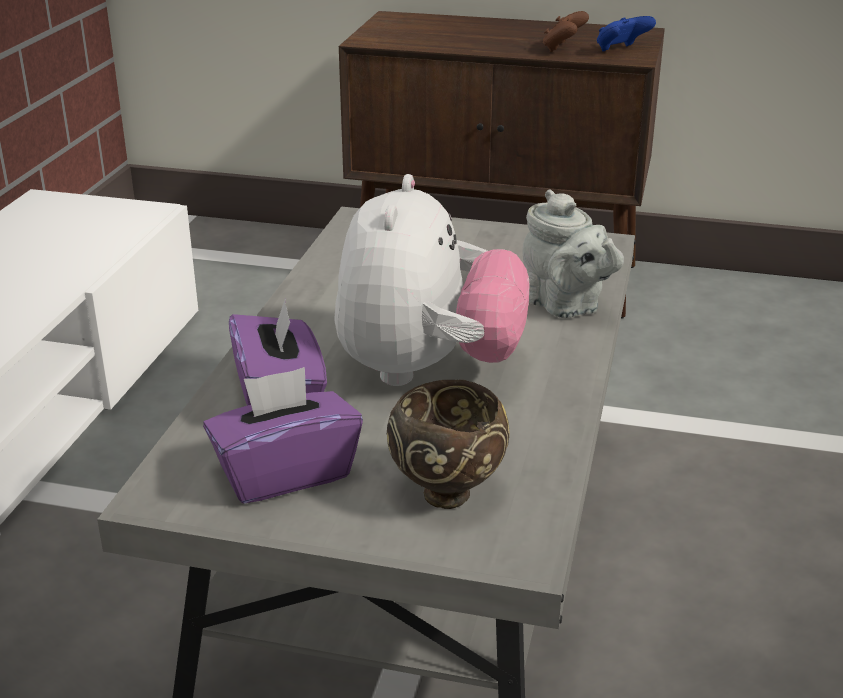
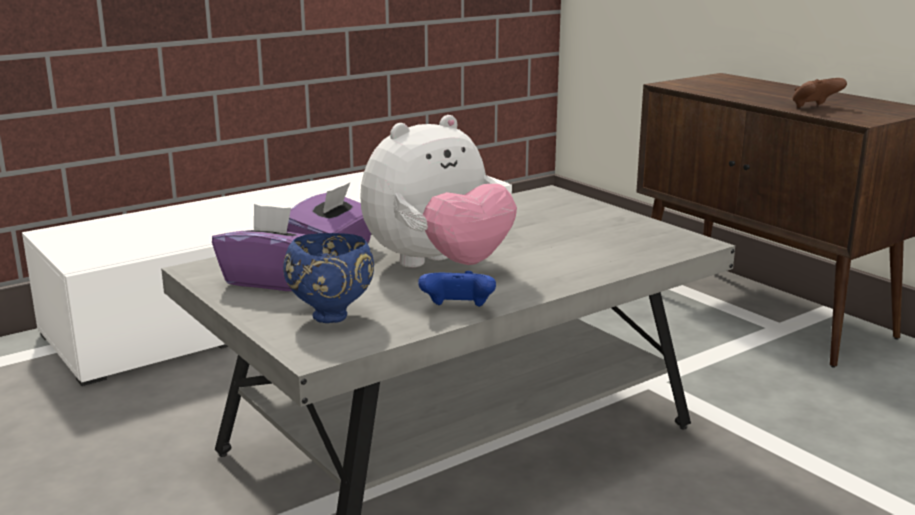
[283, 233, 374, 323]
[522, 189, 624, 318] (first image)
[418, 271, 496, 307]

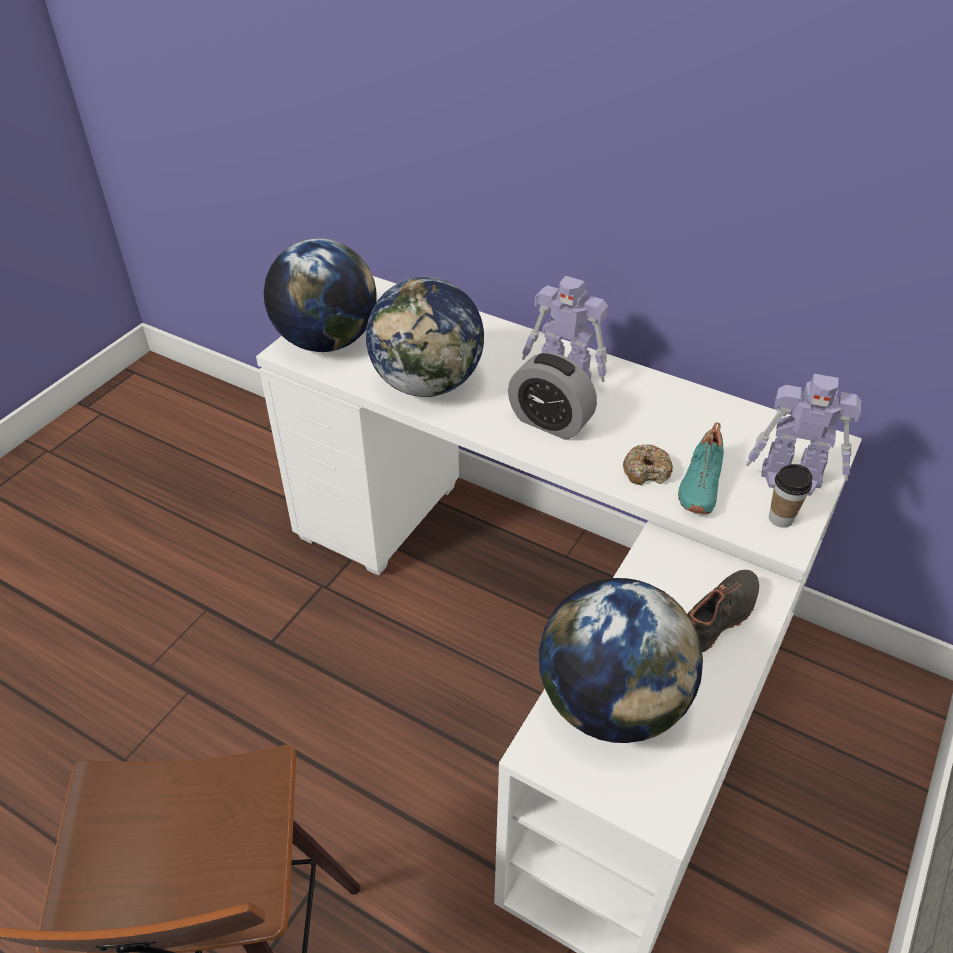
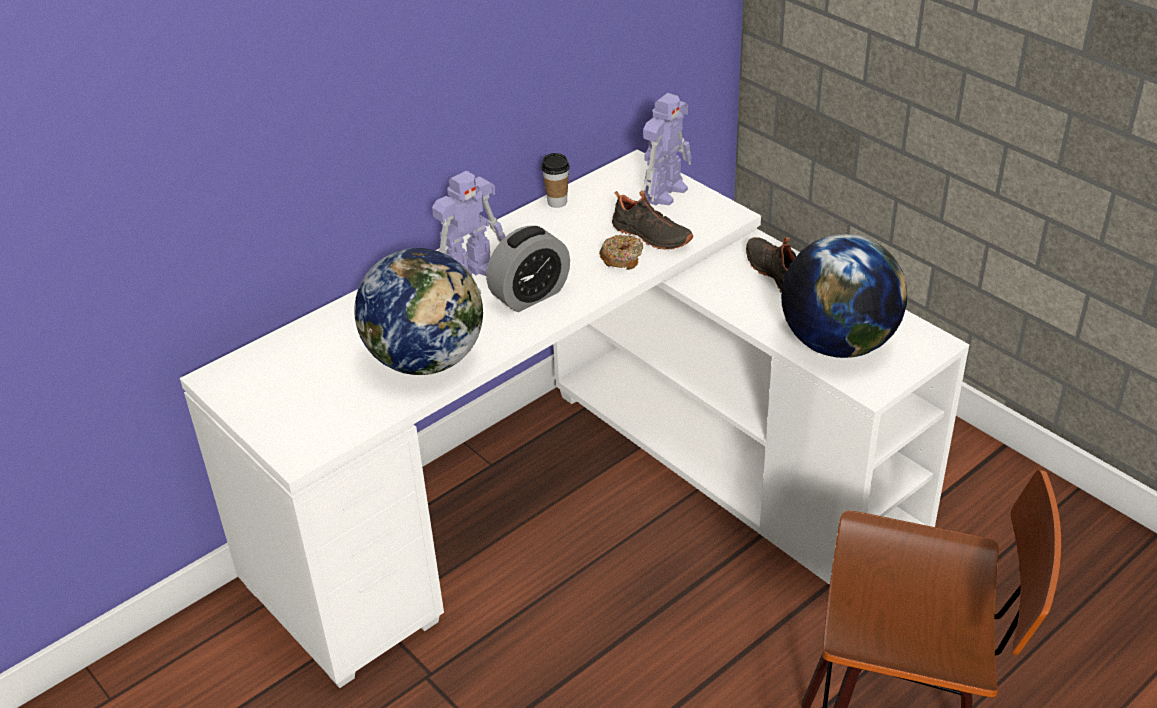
[264, 238, 377, 352] (first image)
[612, 190, 693, 250]
[541, 153, 570, 208]

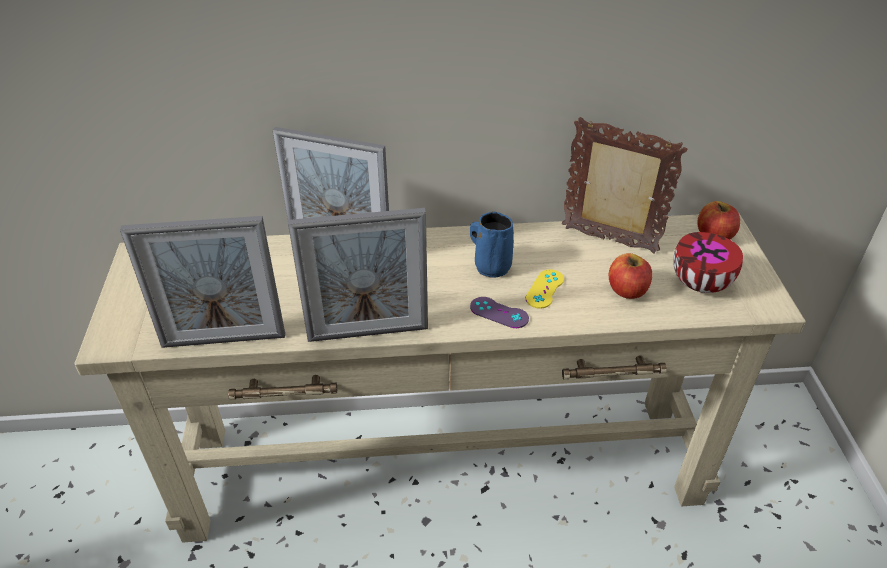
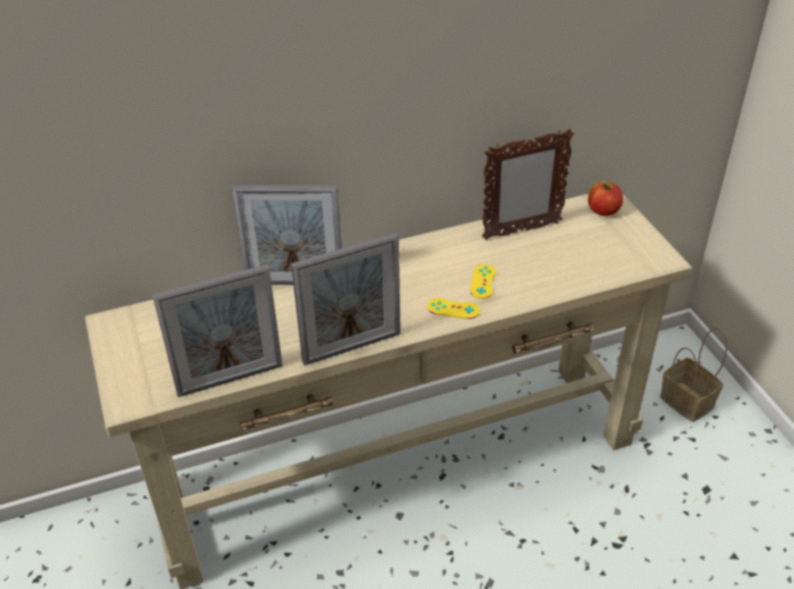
[470, 211, 514, 278] (first image)
[427, 298, 480, 319]
[482, 129, 574, 240]
[609, 253, 652, 299] (first image)
[673, 232, 743, 293] (first image)
[660, 328, 727, 422]

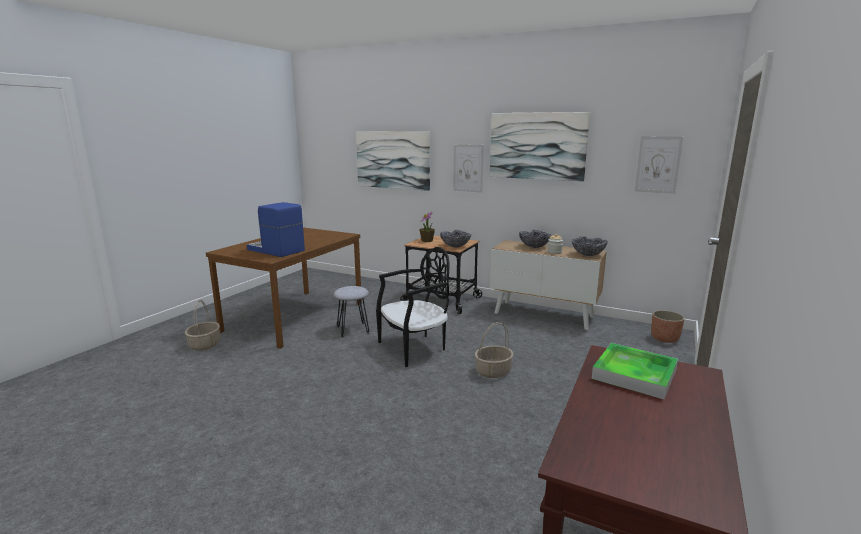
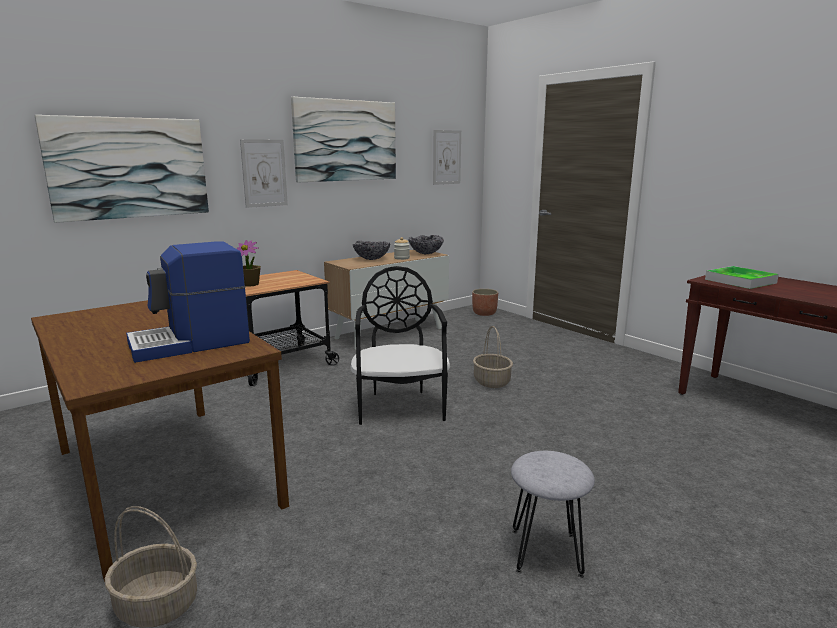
[511, 451, 595, 578]
[440, 230, 471, 247] (first image)

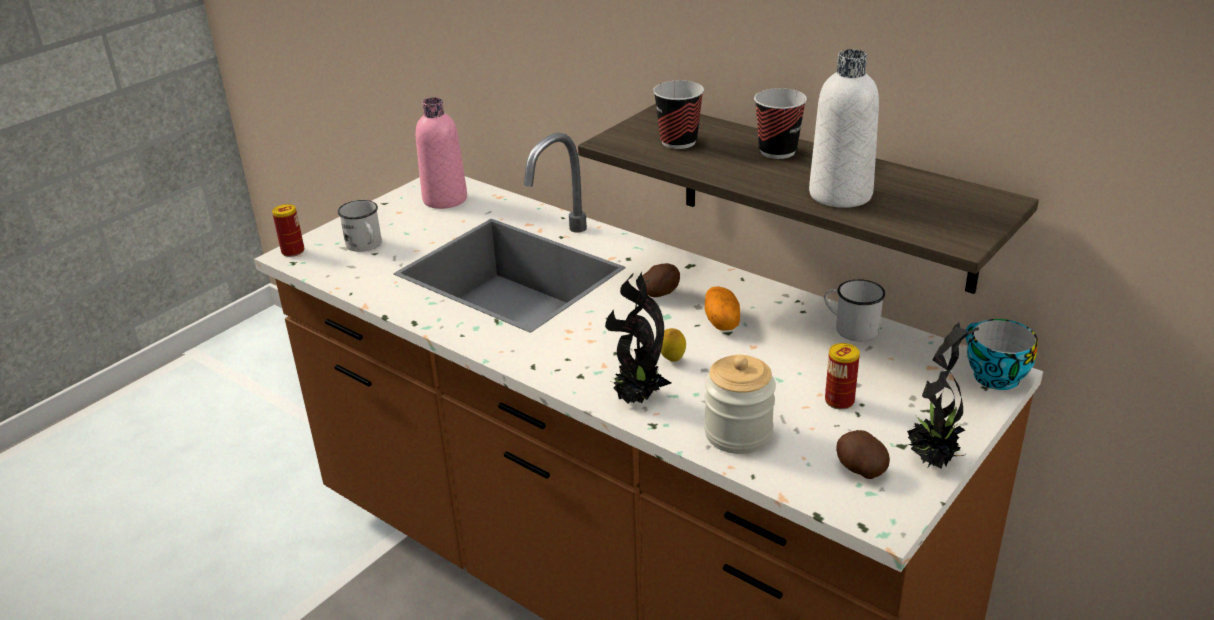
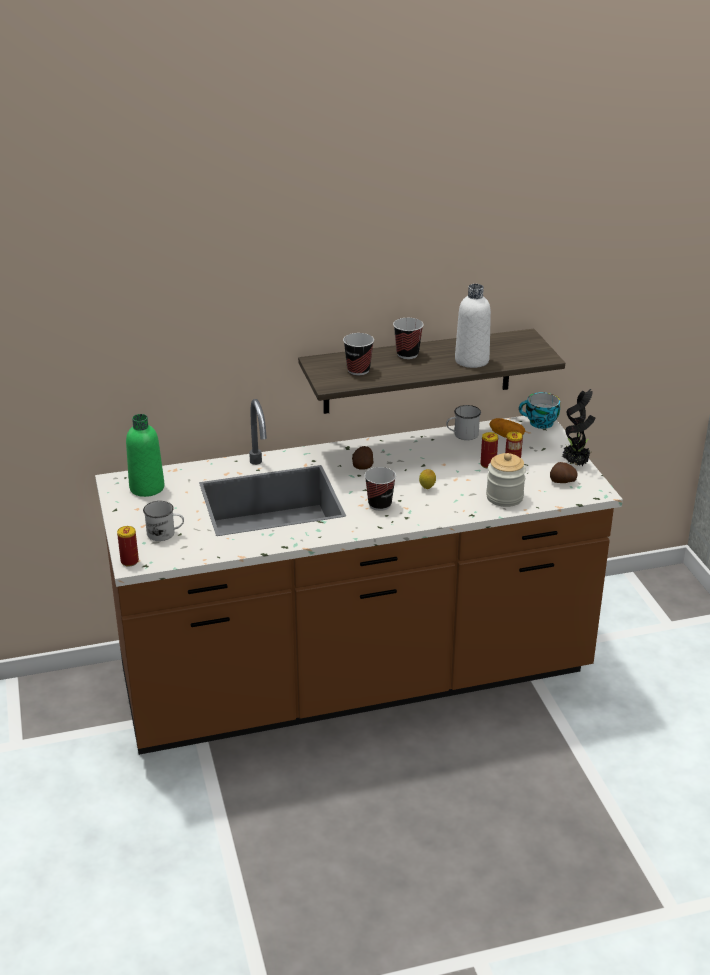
[126, 414, 164, 497]
[605, 272, 671, 404] (first image)
[490, 418, 525, 438]
[364, 467, 396, 511]
[481, 432, 498, 469]

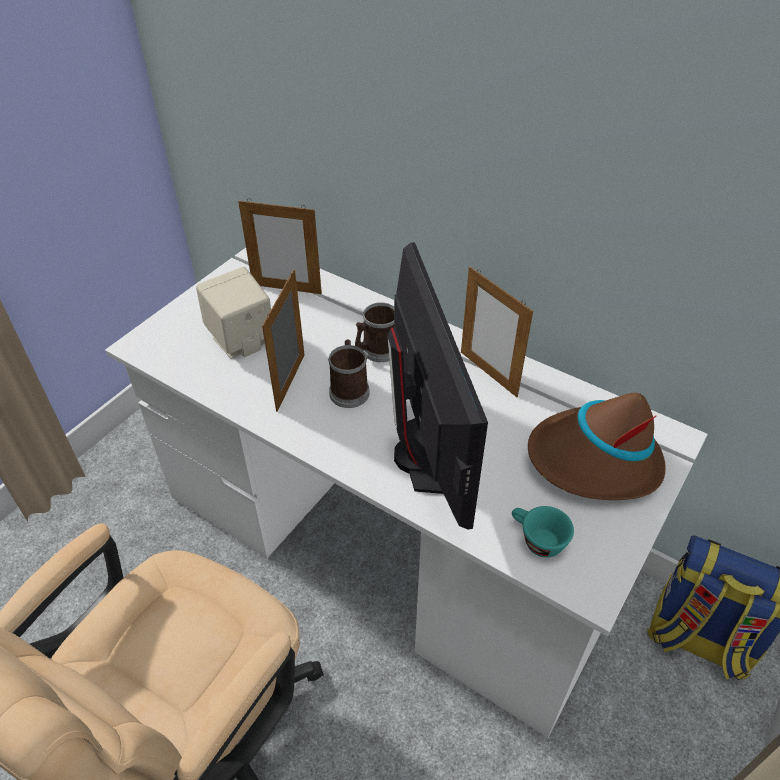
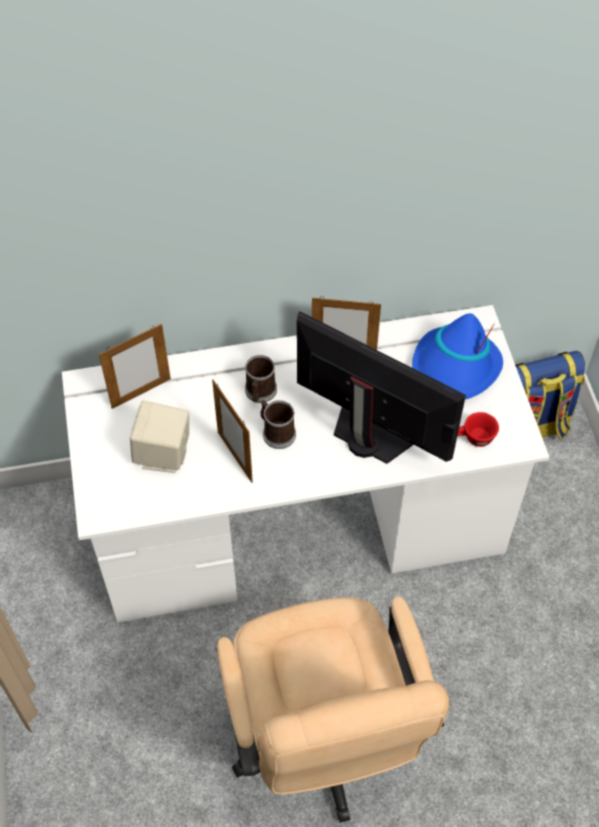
[457, 412, 499, 447]
[412, 313, 503, 399]

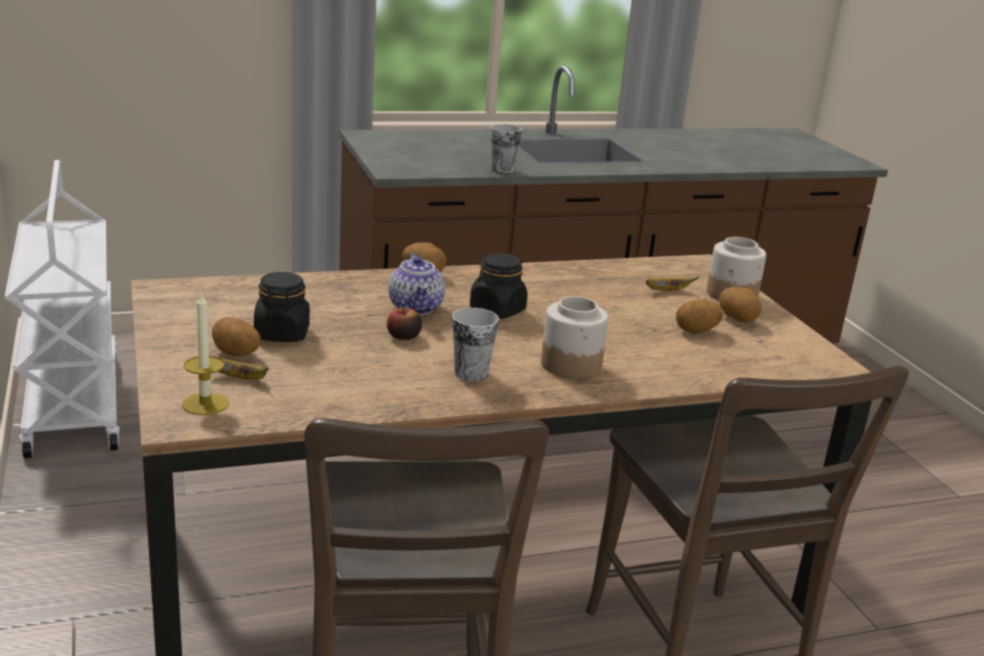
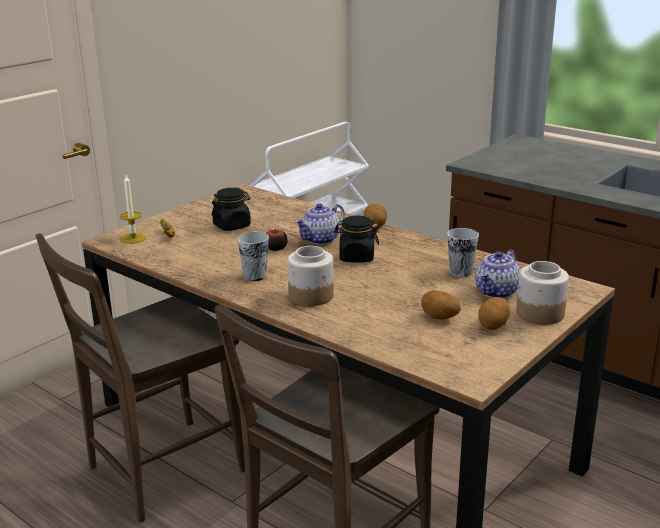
[212, 317, 261, 356] (first image)
[447, 228, 479, 277]
[475, 250, 520, 298]

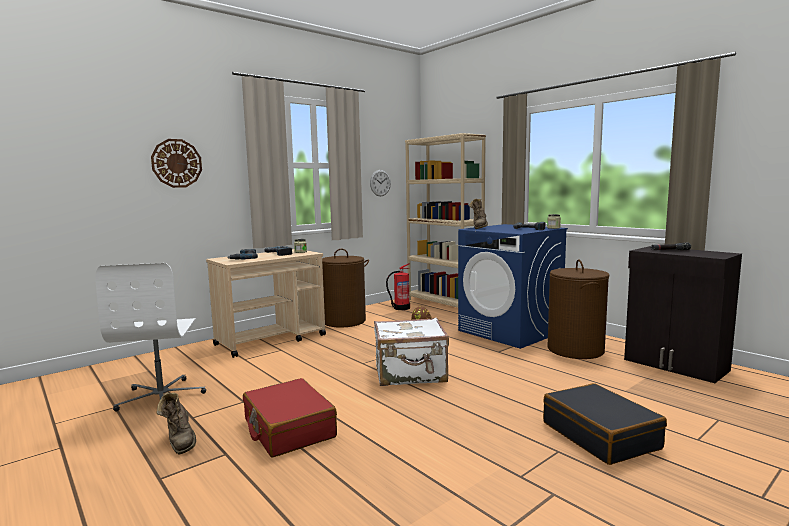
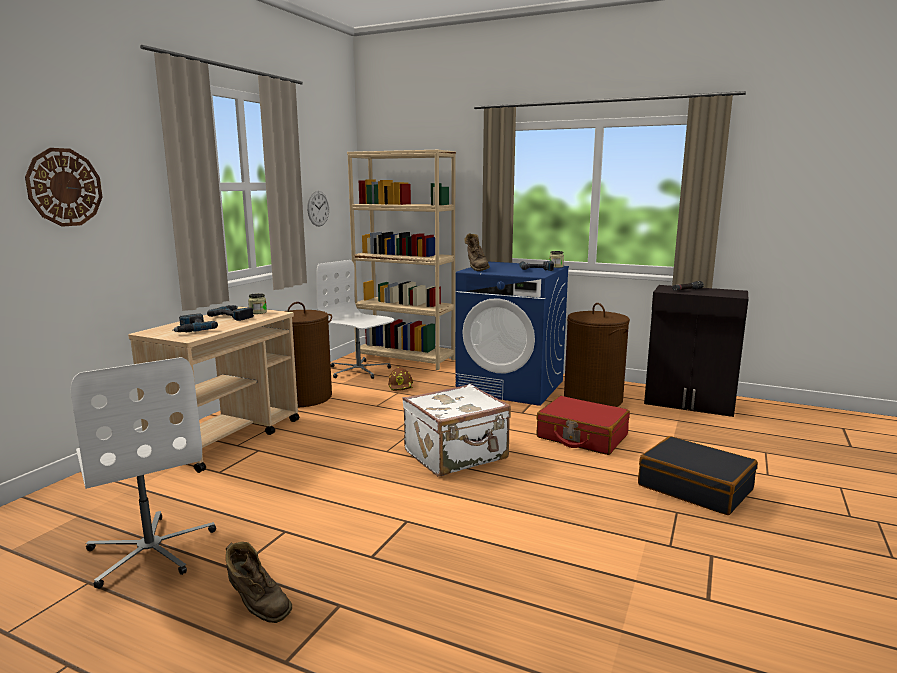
[536, 396, 630, 455]
[316, 260, 394, 379]

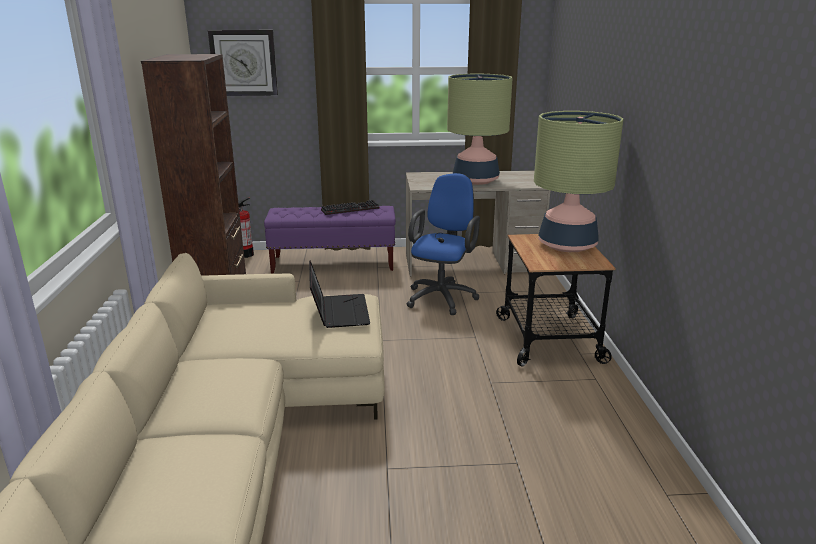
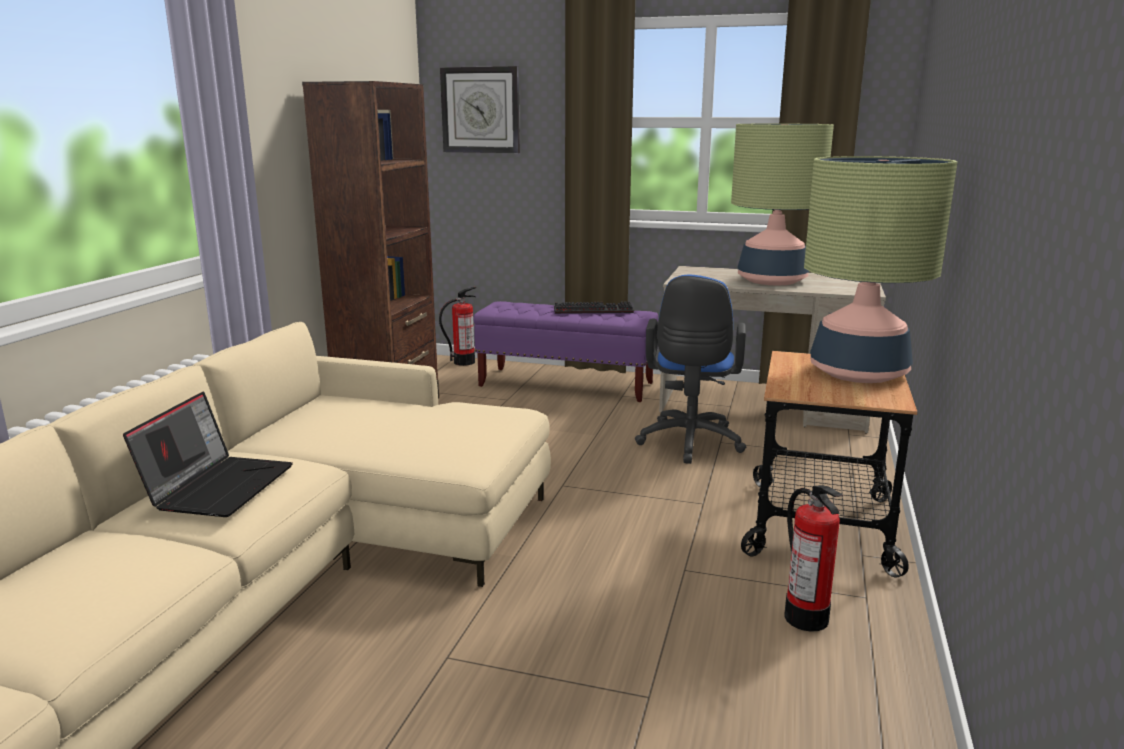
[123, 392, 293, 517]
[635, 275, 746, 464]
[785, 485, 844, 632]

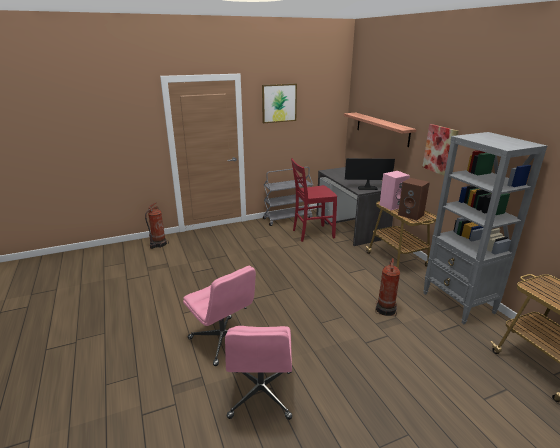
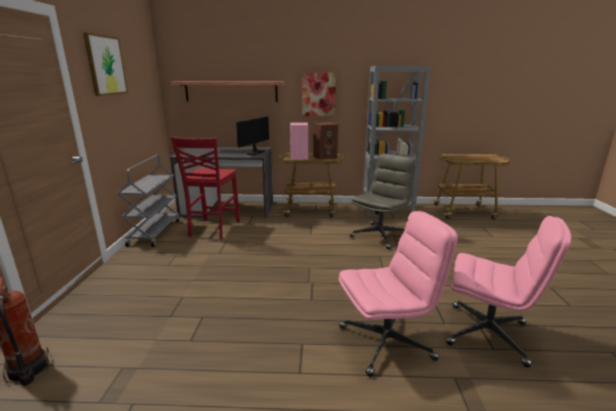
[350, 154, 415, 249]

